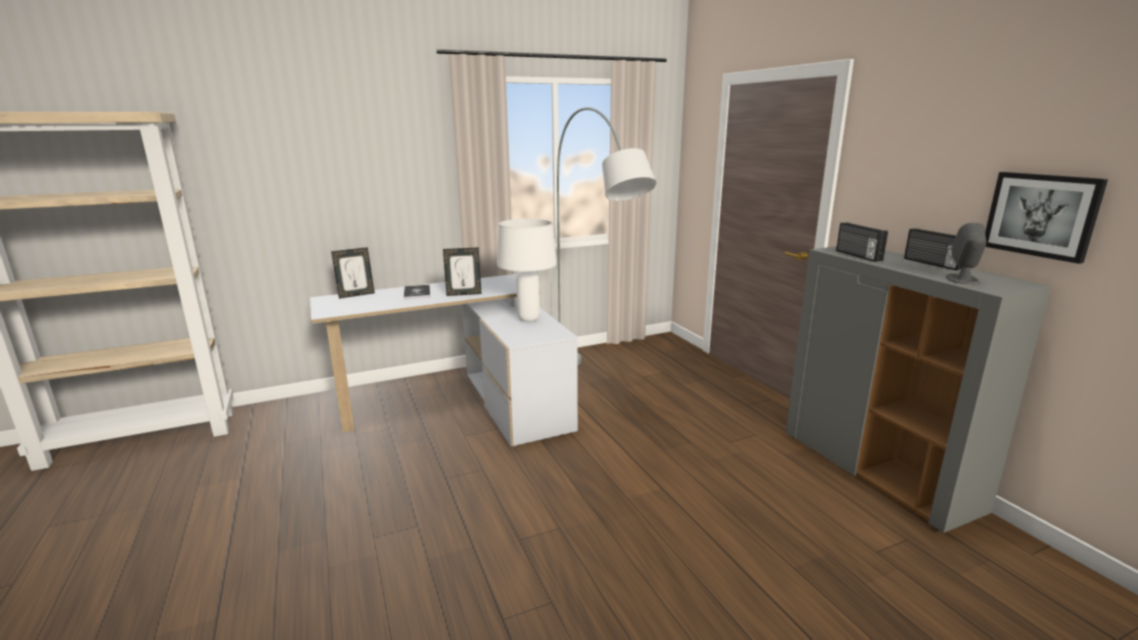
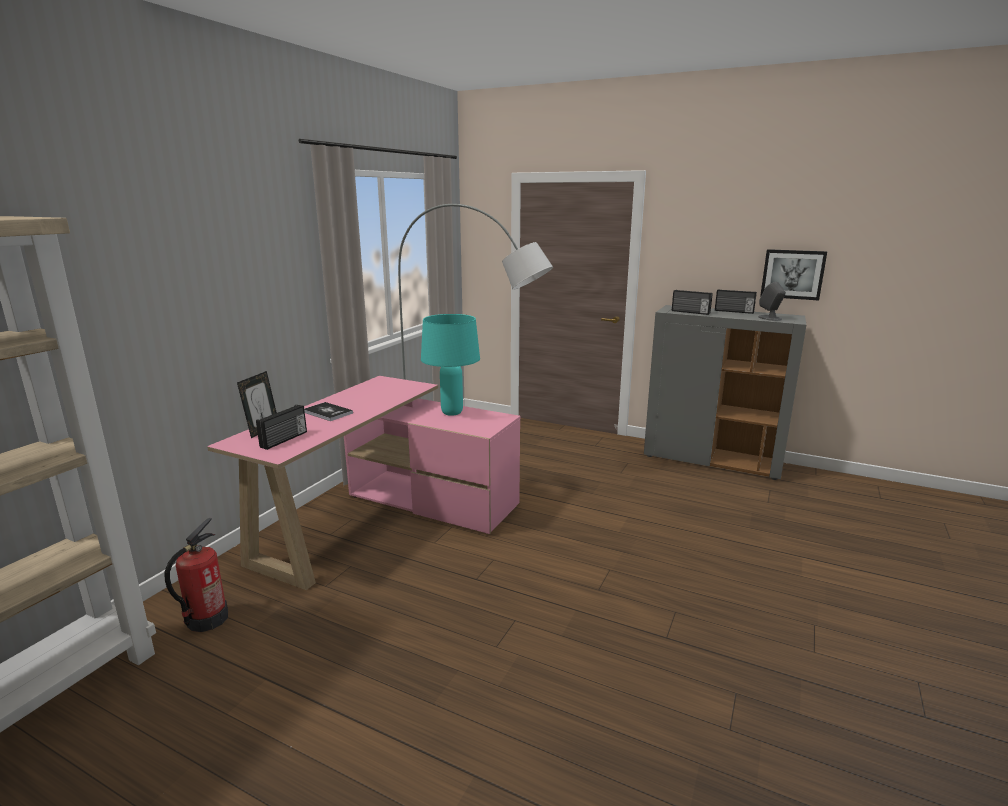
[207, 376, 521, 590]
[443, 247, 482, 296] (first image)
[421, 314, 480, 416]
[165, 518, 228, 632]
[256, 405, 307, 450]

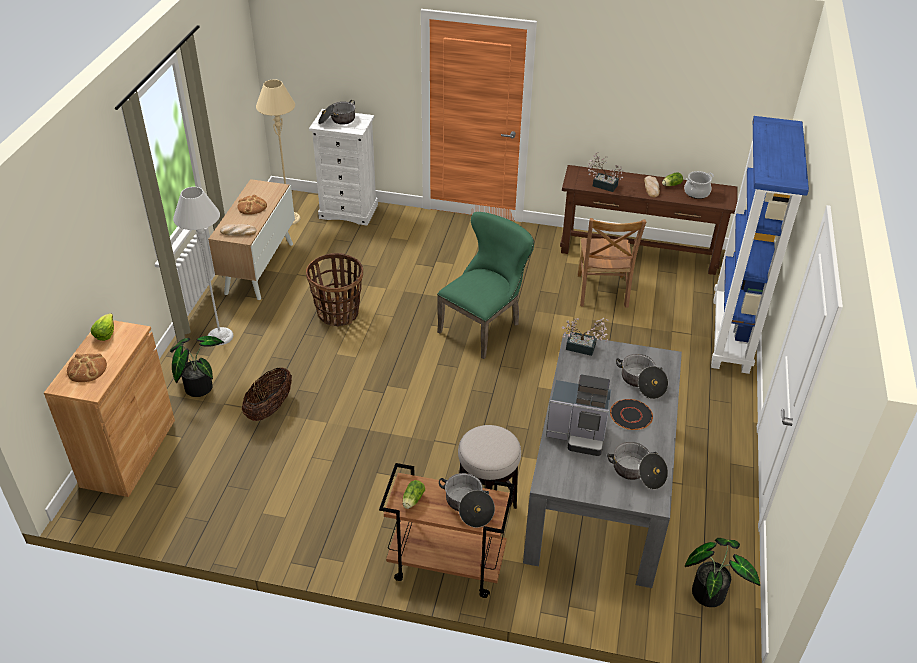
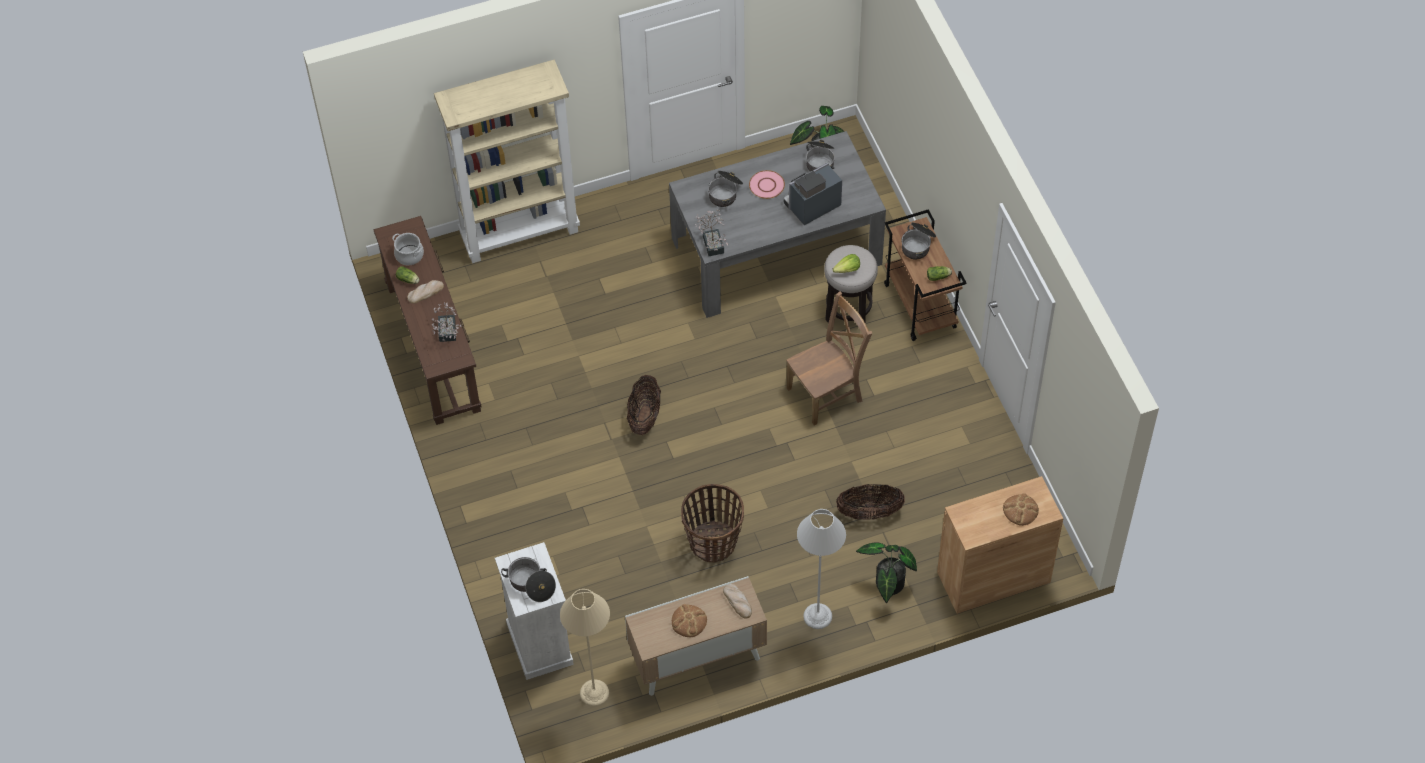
[832, 254, 860, 273]
[627, 375, 661, 435]
[784, 163, 842, 225]
[786, 291, 872, 426]
[749, 170, 785, 199]
[434, 60, 580, 263]

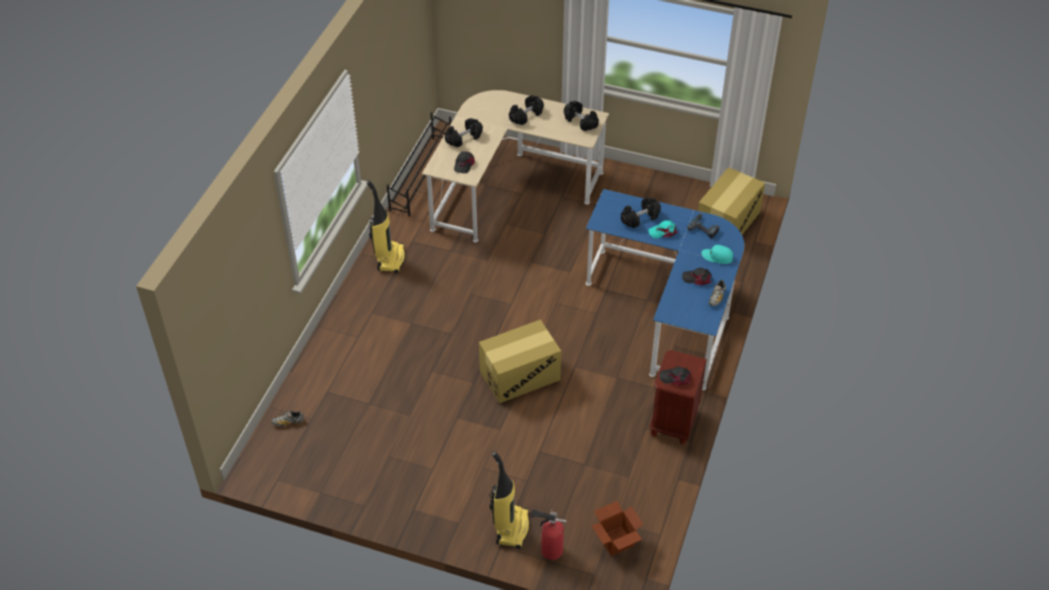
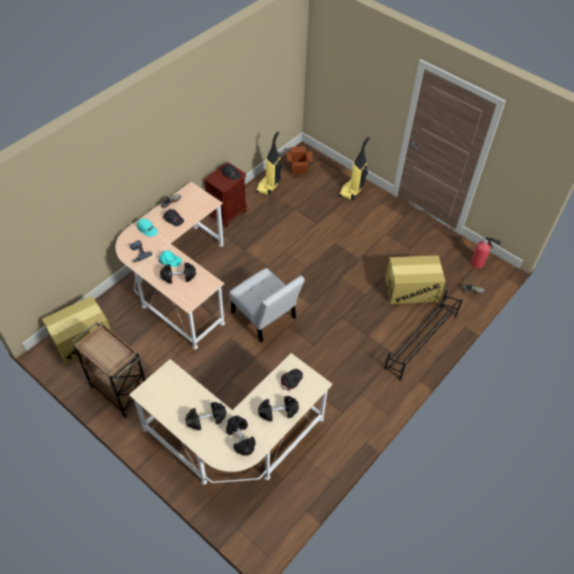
[256, 132, 282, 196]
[384, 290, 463, 381]
[385, 255, 446, 304]
[471, 236, 502, 268]
[226, 416, 255, 456]
[116, 182, 225, 349]
[72, 322, 145, 418]
[229, 268, 305, 342]

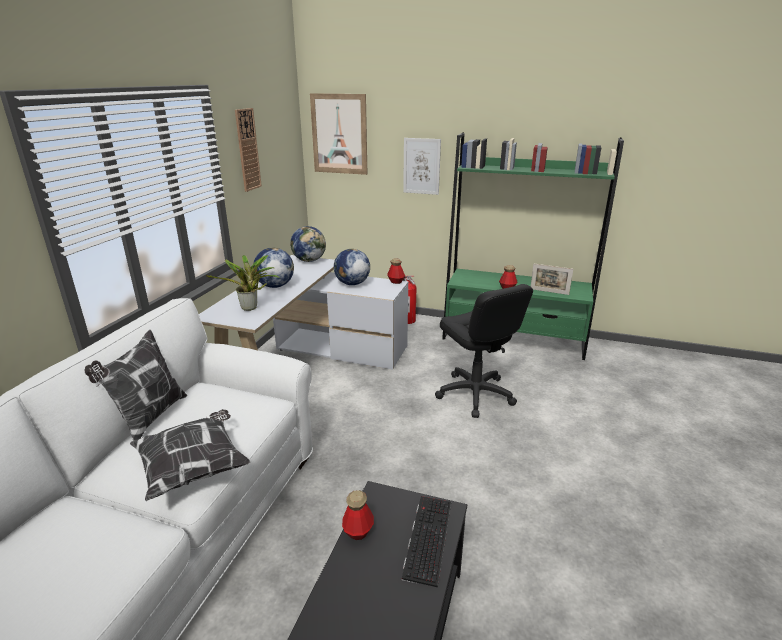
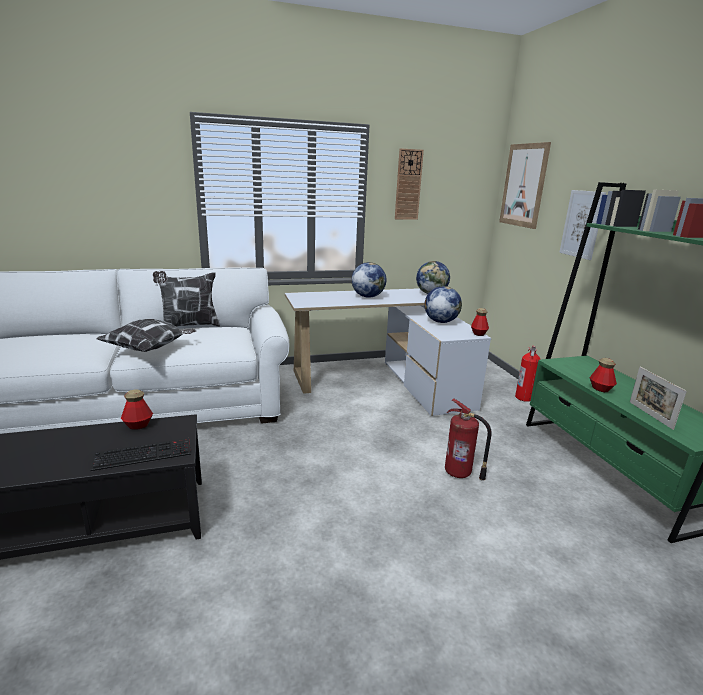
[206, 255, 281, 311] (first image)
[445, 398, 492, 481]

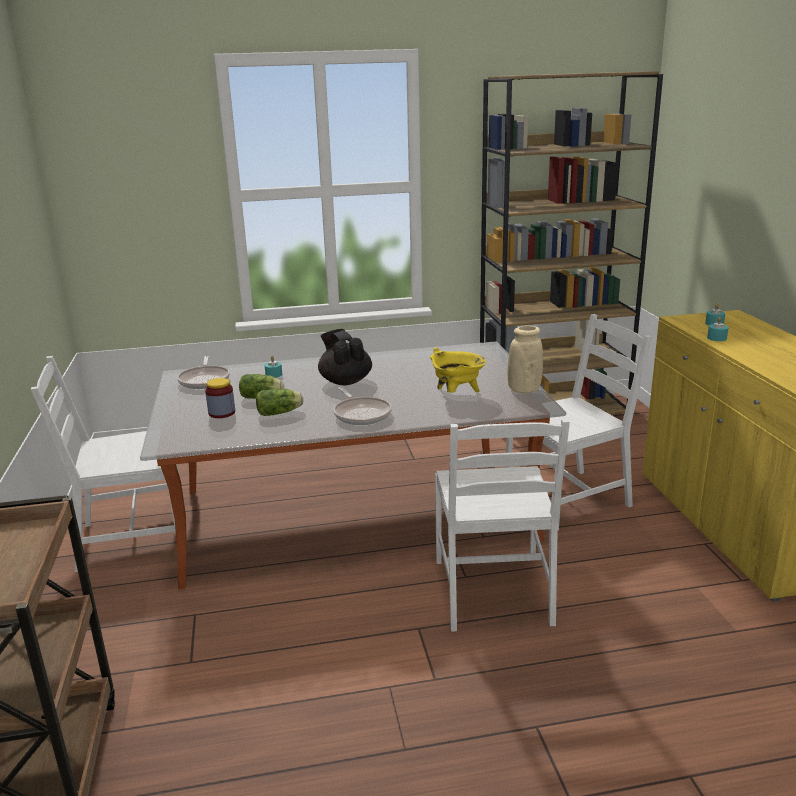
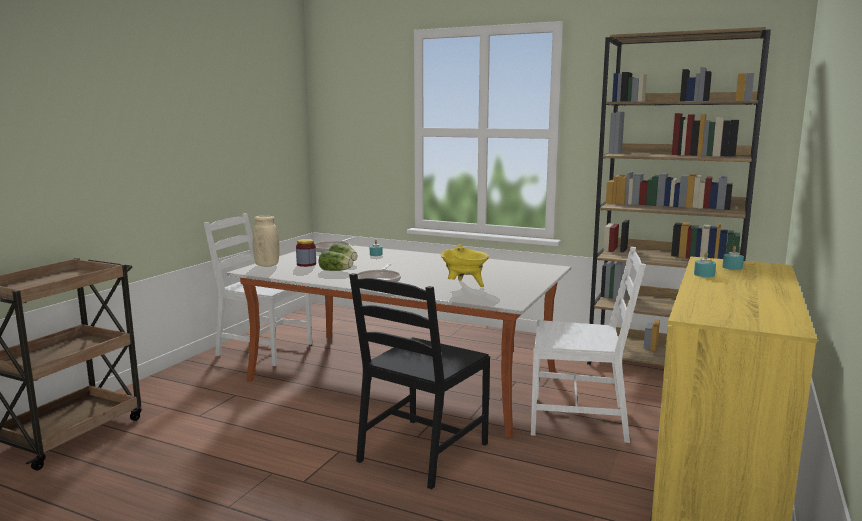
[318, 329, 372, 385] (first image)
[349, 273, 490, 489]
[253, 216, 279, 267]

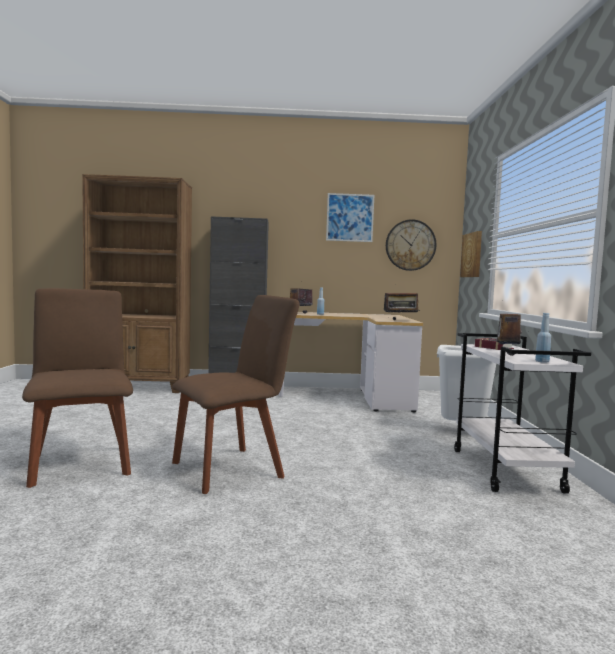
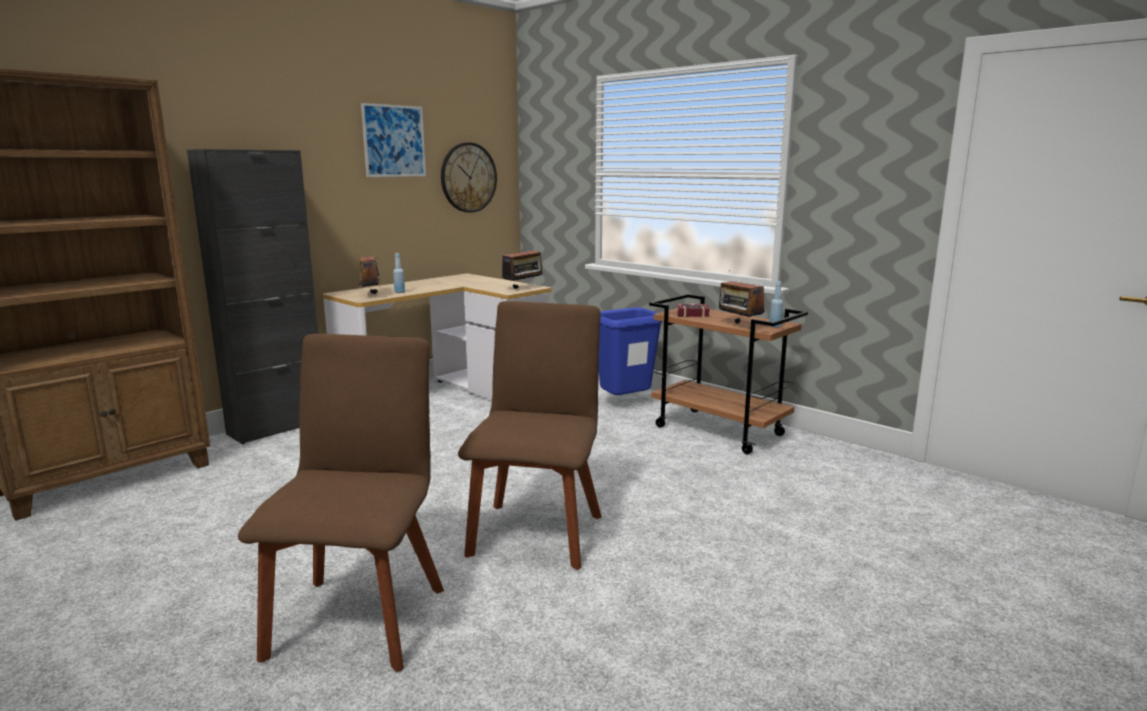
[238, 334, 444, 672]
[598, 307, 663, 395]
[649, 294, 808, 454]
[460, 231, 482, 277] (first image)

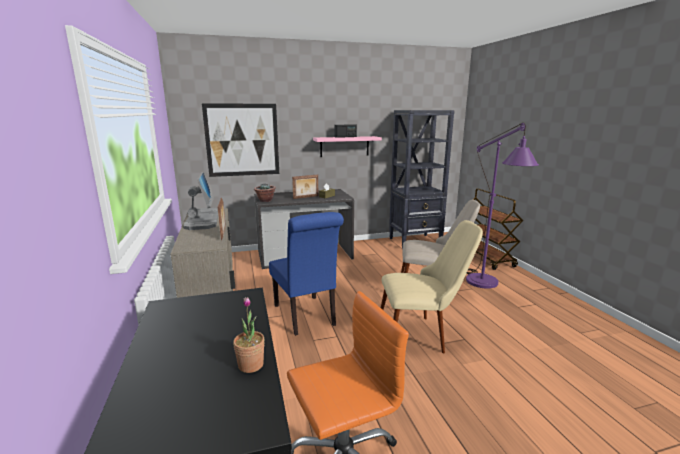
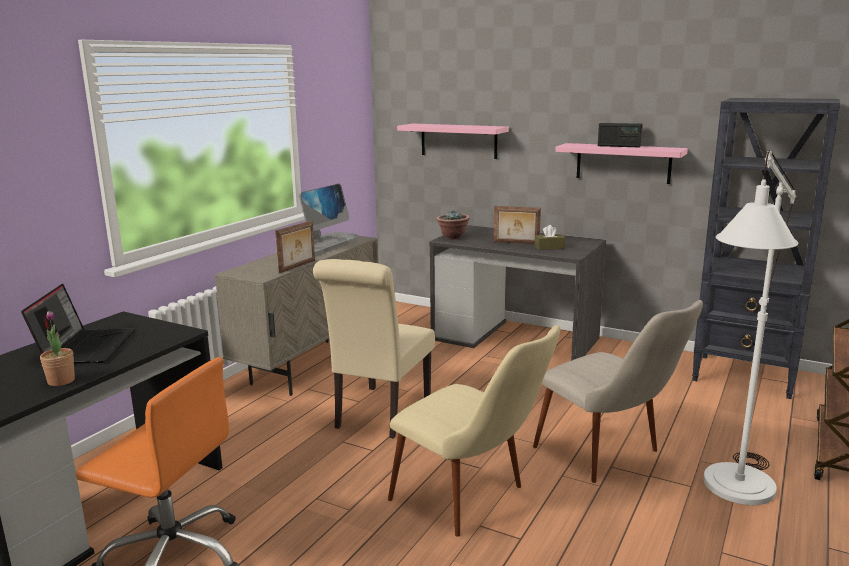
[397, 123, 509, 159]
[313, 259, 435, 438]
[703, 150, 798, 505]
[21, 284, 135, 364]

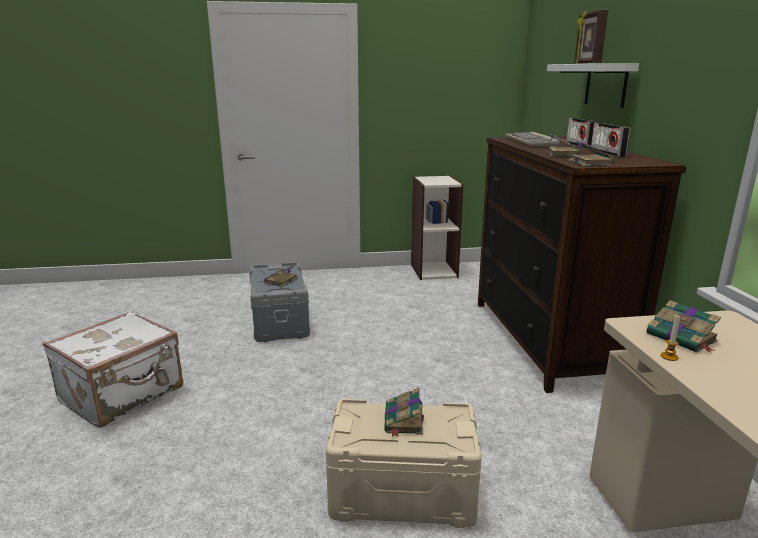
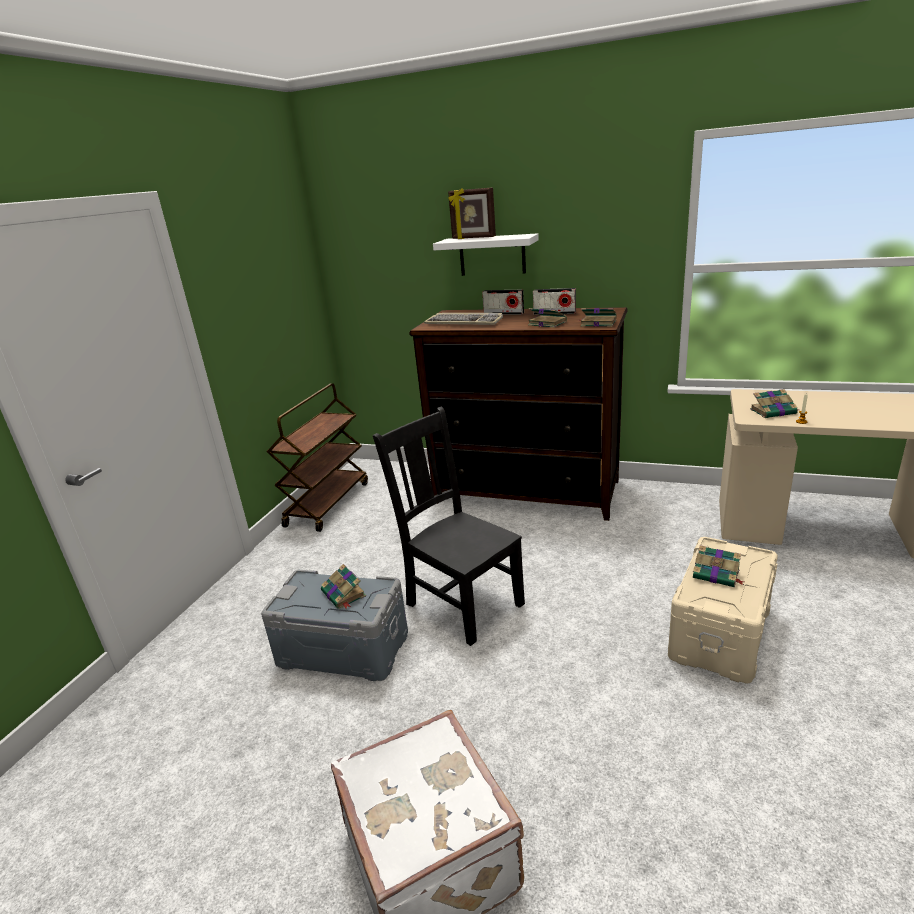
[267, 383, 368, 532]
[373, 407, 525, 646]

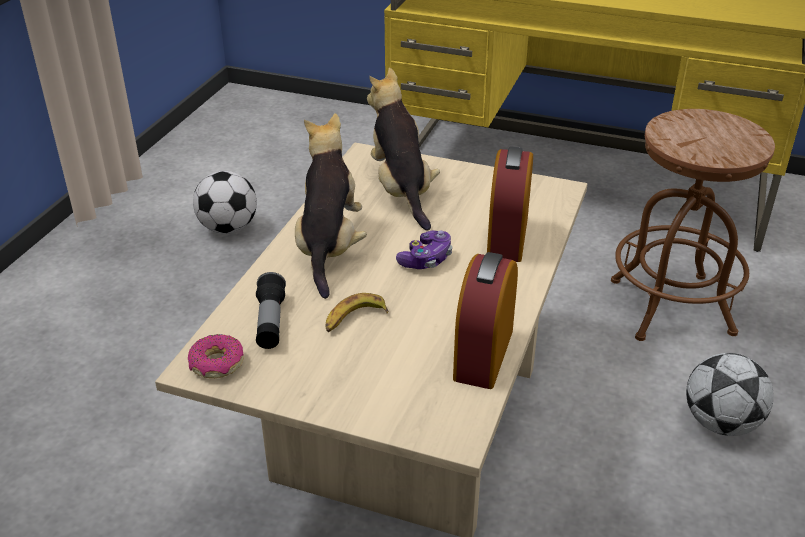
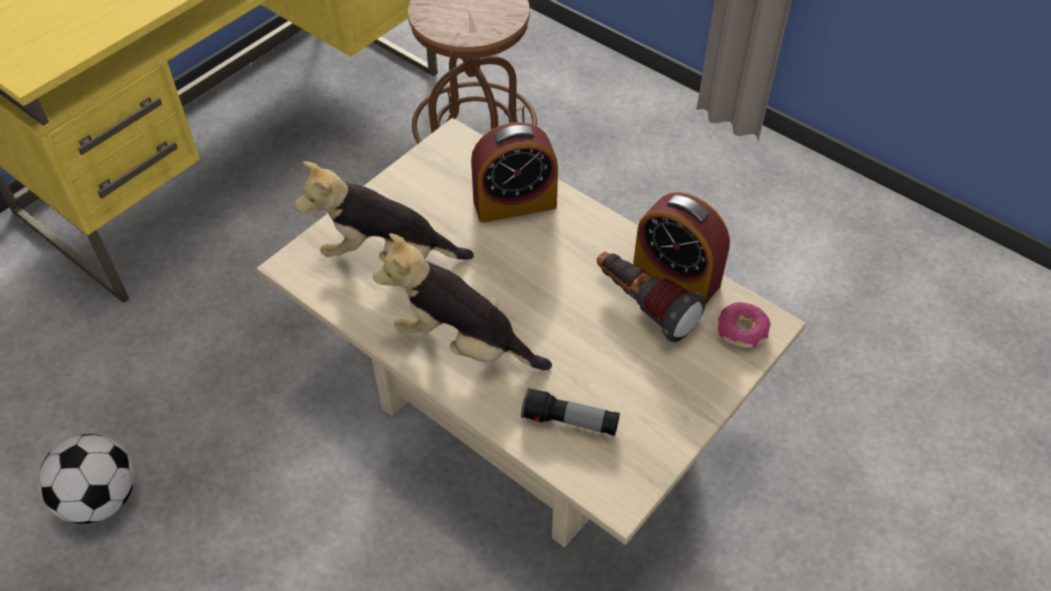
[718, 302, 770, 348]
[326, 293, 388, 332] (first image)
[396, 230, 452, 269] (first image)
[471, 122, 558, 223]
[686, 353, 774, 436] (first image)
[597, 252, 706, 342]

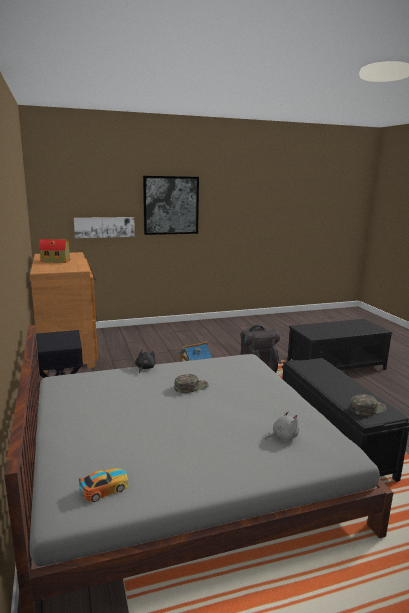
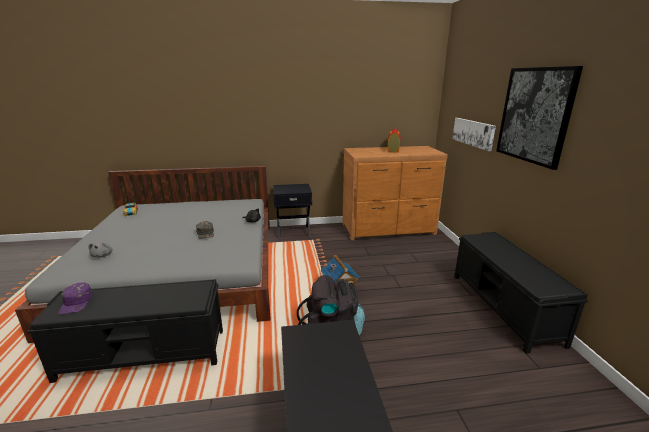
[58, 282, 93, 314]
[454, 232, 588, 354]

